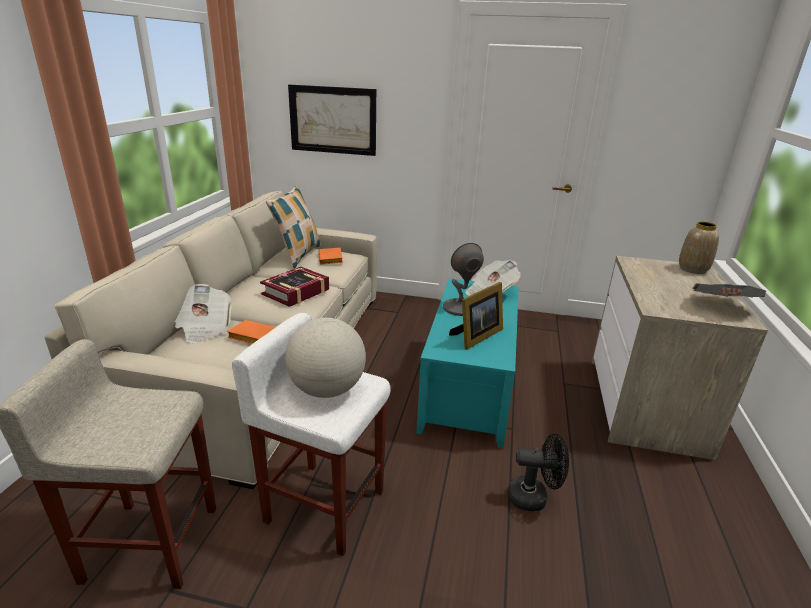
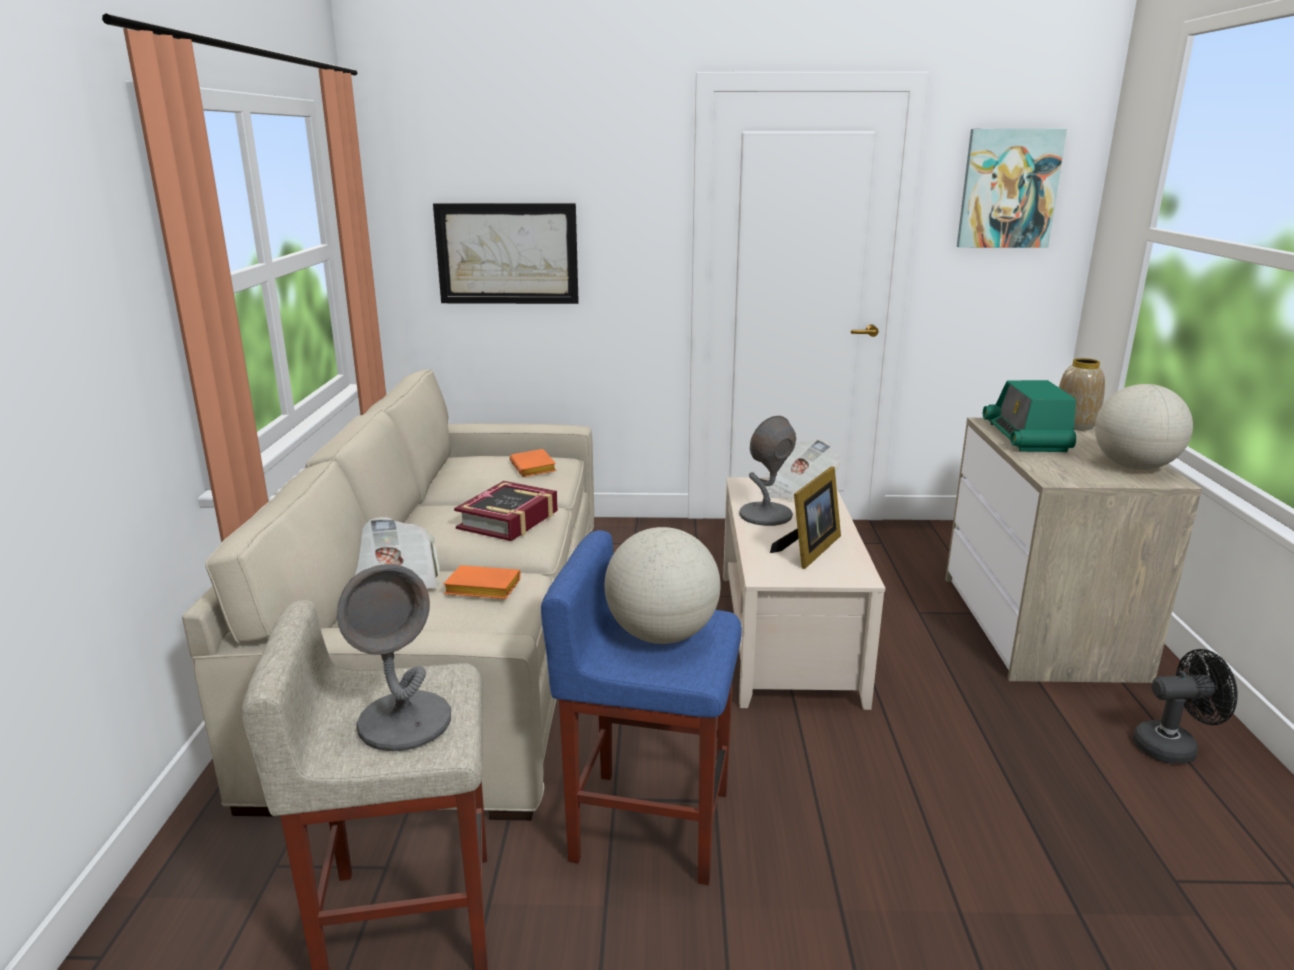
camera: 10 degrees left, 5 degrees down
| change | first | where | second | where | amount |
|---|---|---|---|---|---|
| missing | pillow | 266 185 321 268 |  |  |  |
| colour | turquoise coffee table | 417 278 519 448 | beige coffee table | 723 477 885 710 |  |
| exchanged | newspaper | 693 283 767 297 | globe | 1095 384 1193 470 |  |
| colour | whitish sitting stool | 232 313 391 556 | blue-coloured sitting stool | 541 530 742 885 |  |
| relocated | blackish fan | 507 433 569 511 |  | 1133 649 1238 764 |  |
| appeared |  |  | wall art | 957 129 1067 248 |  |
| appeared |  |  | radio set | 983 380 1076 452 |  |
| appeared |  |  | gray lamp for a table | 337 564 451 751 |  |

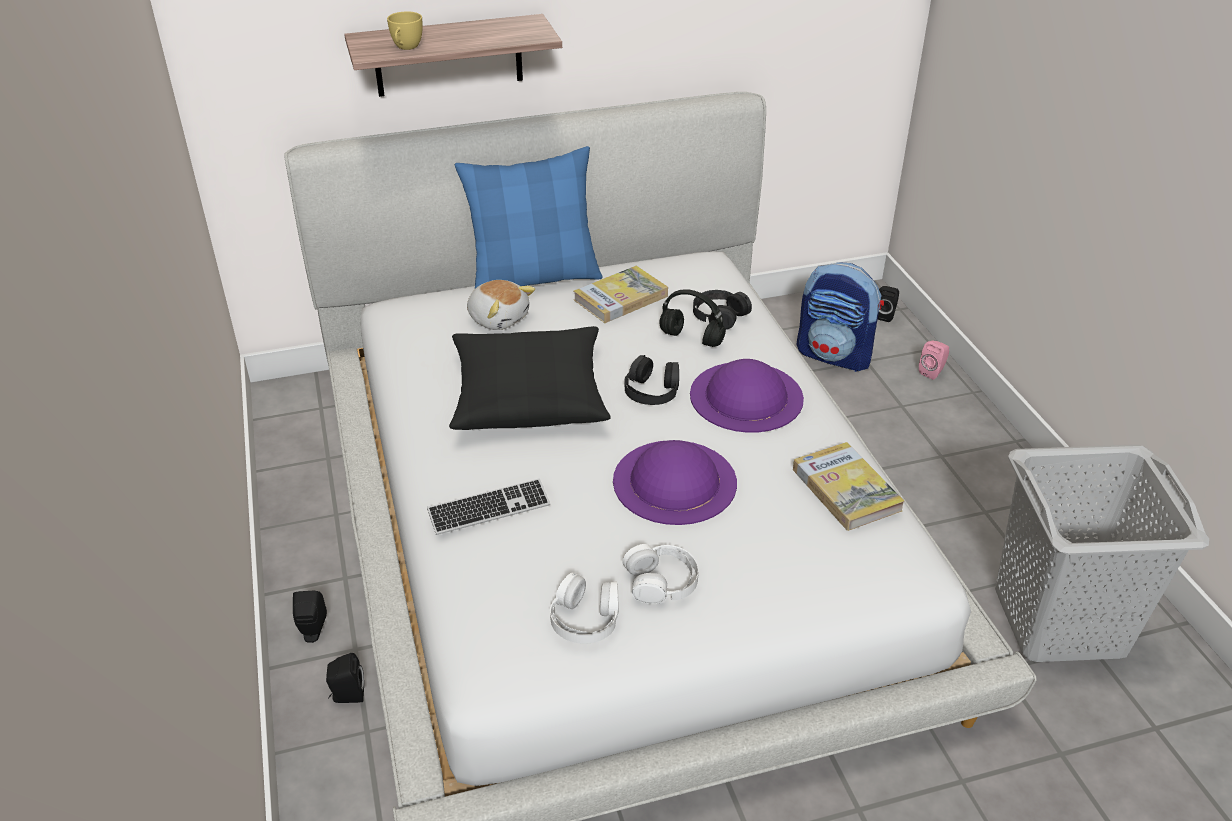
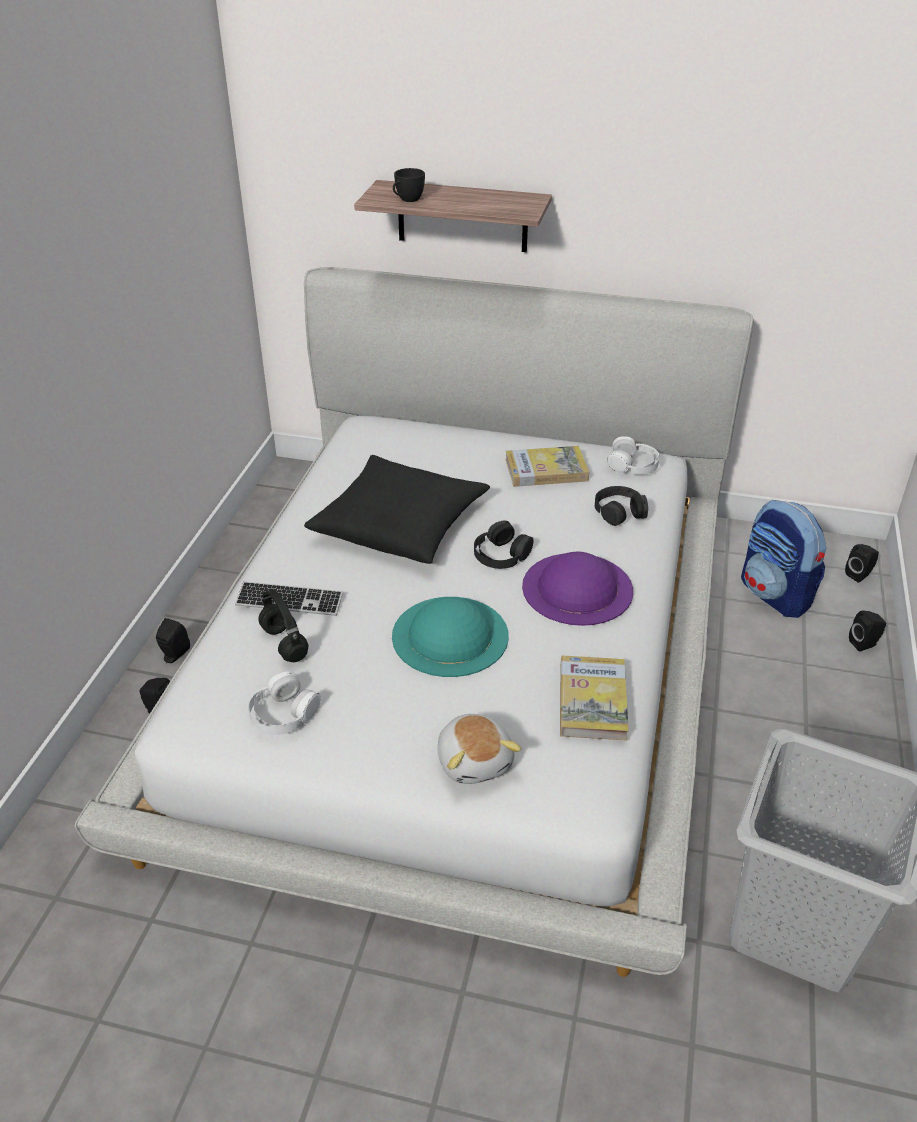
camera: 30 degrees right, 0 degrees up
| change | first | where | second | where | amount |
|---|---|---|---|---|---|
| colour | yellowish cup | 387 11 423 50 | blackish cup | 393 168 425 202 |  |
| missing | blue-coloured pillow | 455 146 603 289 |  |  |  |
| relocated | soft toy | 467 280 535 330 |  | 438 714 522 784 |  |
| relocated | blackish pair of headphones | 659 289 726 347 |  | 259 589 308 662 |  |
| colour | pink-coloured speaker | 919 341 949 380 | blackish speaker | 849 610 886 651 |  |
| colour | purplish wearable hat | 613 440 737 525 | turquoise wearable hat | 392 597 509 677 |  |
| relocated | whitish pair of headphones | 622 544 699 604 |  | 607 436 660 475 |  |

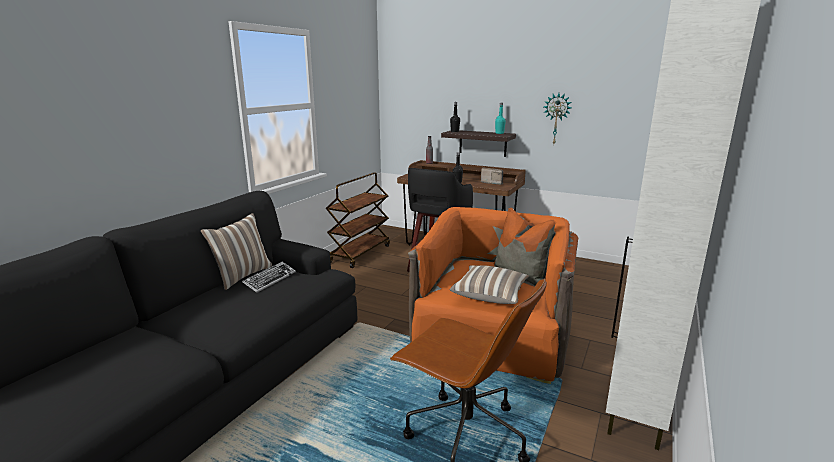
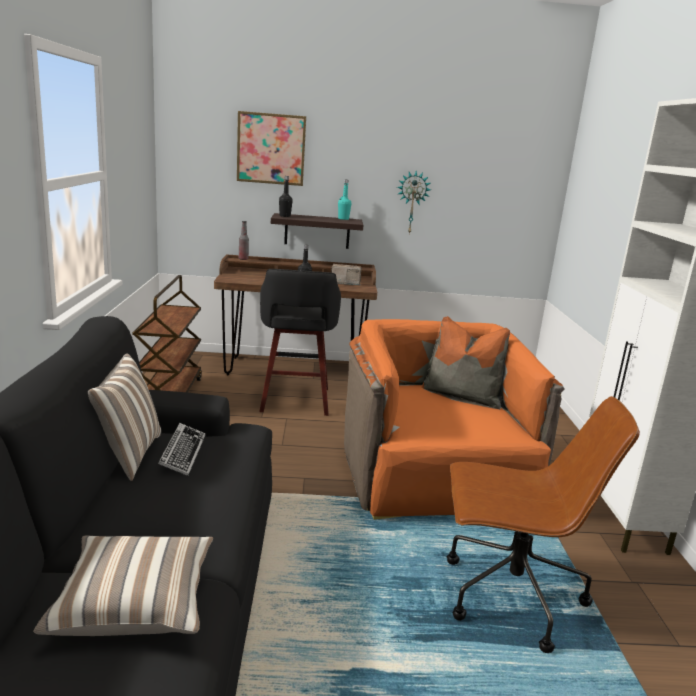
camera: 30 degrees left, 0 degrees up
| change | first | where | second | where | amount |
|---|---|---|---|---|---|
| relocated | pillow | 450 265 529 304 |  | 33 535 213 636 |  |
| appeared |  |  | wall art | 237 111 306 186 |  |

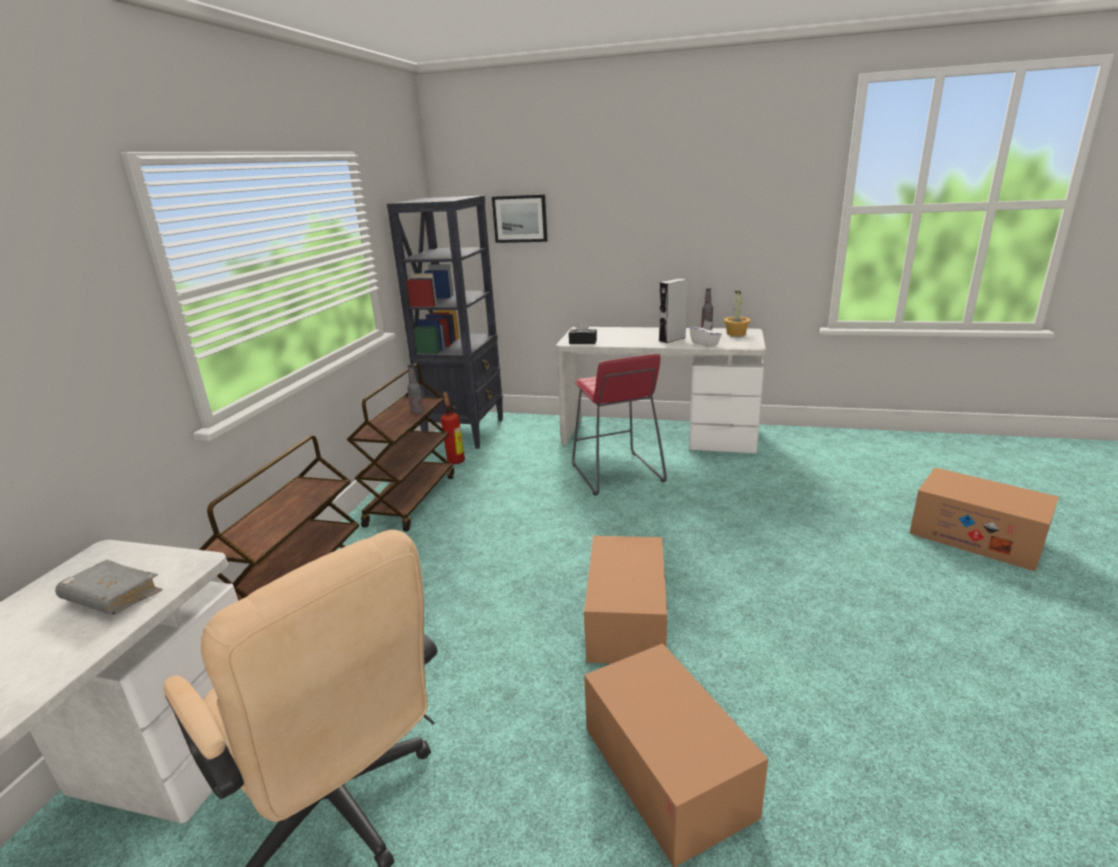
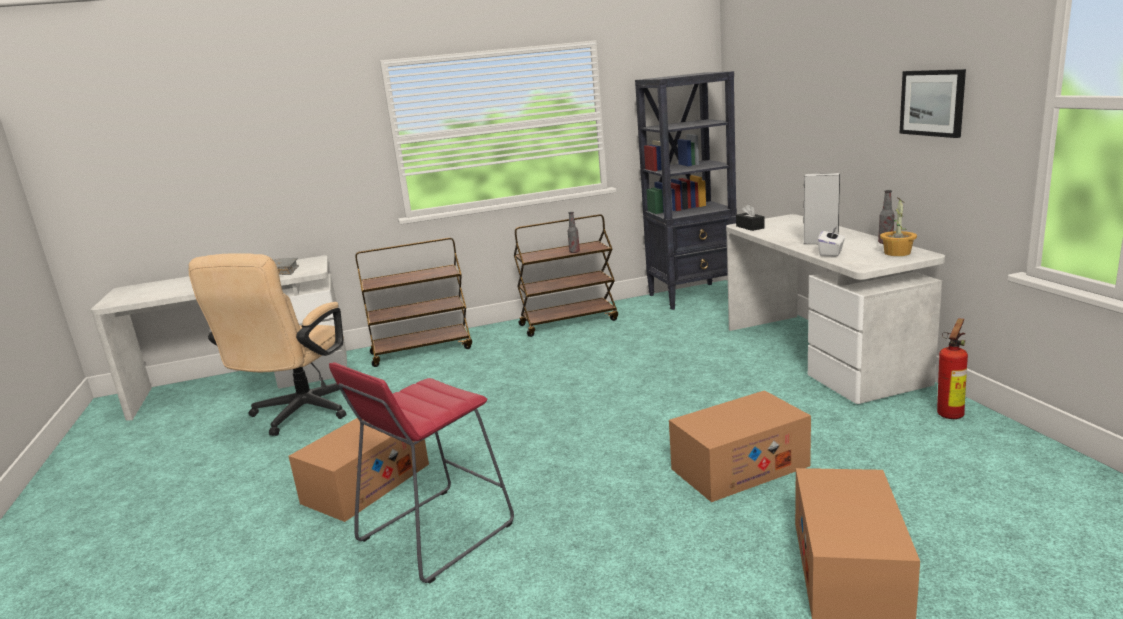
camera: 60 degrees right, 5 degrees down
| change | first | where | second | where | amount |
|---|---|---|---|---|---|
| relocated | wall art | 492 194 548 243 |  | 899 69 966 138 |  |
| relocated | red sitting stool | 572 354 667 496 |  | 329 362 514 583 |  |
| relocated | fire-fighting cylinder | 440 392 465 464 |  | 937 318 968 419 |  |
| relocated | packing box | 584 536 667 664 |  | 669 390 811 502 |  |

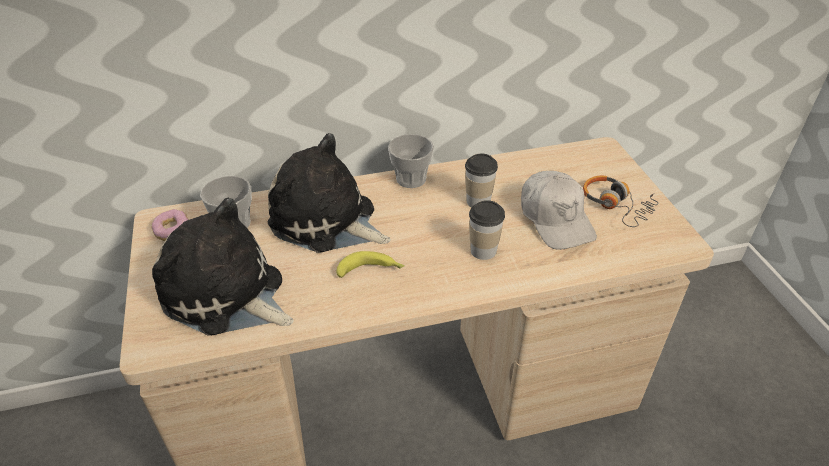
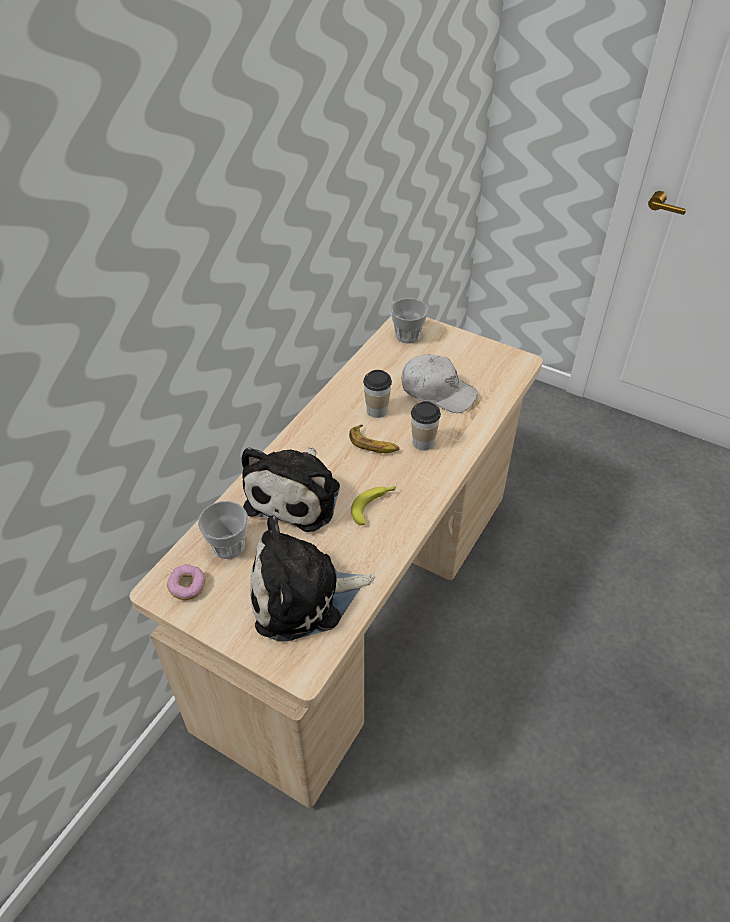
camera: 45 degrees left, 5 degrees up
| change | first | where | second | where | amount |
|---|---|---|---|---|---|
| spun | soft toy | 268 133 391 253 |  | 241 447 340 532 | 60 degrees counterclockwise |
| relocated | cup | 388 134 434 188 |  | 390 298 428 344 |  |
| missing | pair of headphones | 583 176 659 227 |  |  |  |
| appeared |  |  | banana fruit | 349 425 400 453 |  |

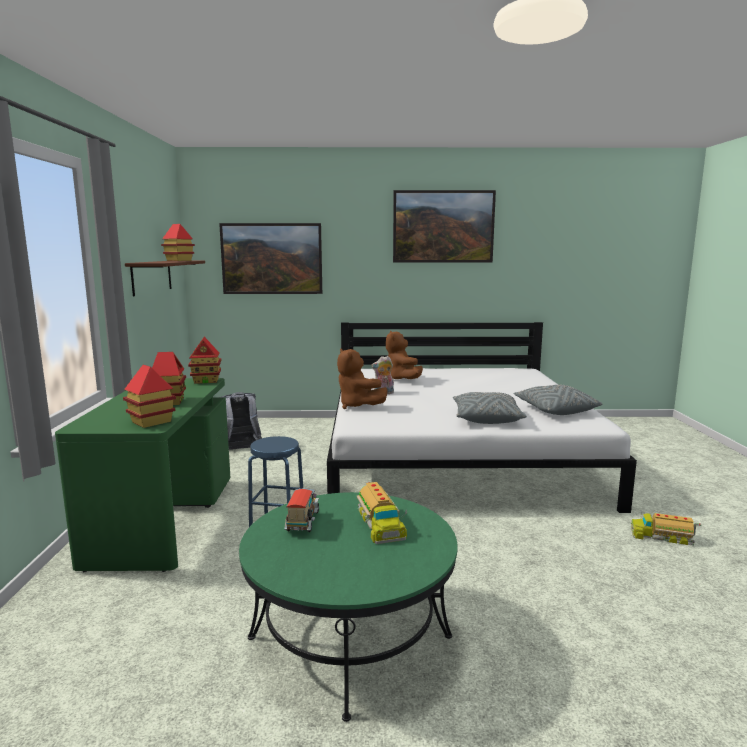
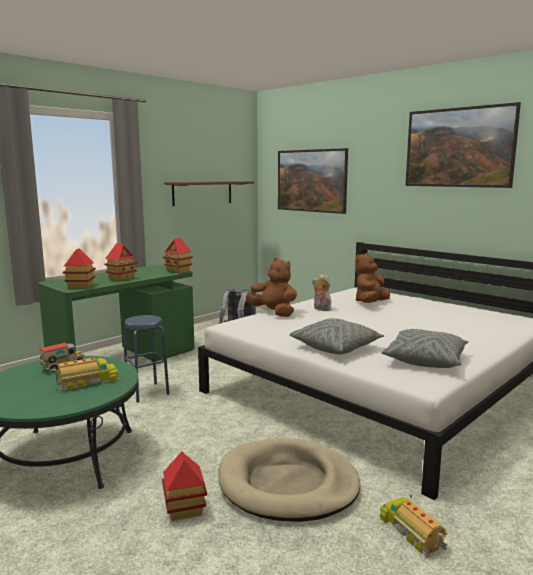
camera: 45 degrees right, 0 degrees up
| change | first | where | second | where | amount |
|---|---|---|---|---|---|
| relocated | toy house | 161 224 195 261 |  | 162 451 207 521 |  |
| spun | brown-coloured soft toy | 337 348 387 409 |  | 246 258 297 317 | 120 degrees clockwise |
| spun | toy lorry | 357 482 407 544 |  | 51 357 119 391 | 150 degrees counterclockwise |
| appeared |  |  | beige dog cushion | 218 438 360 522 |  |

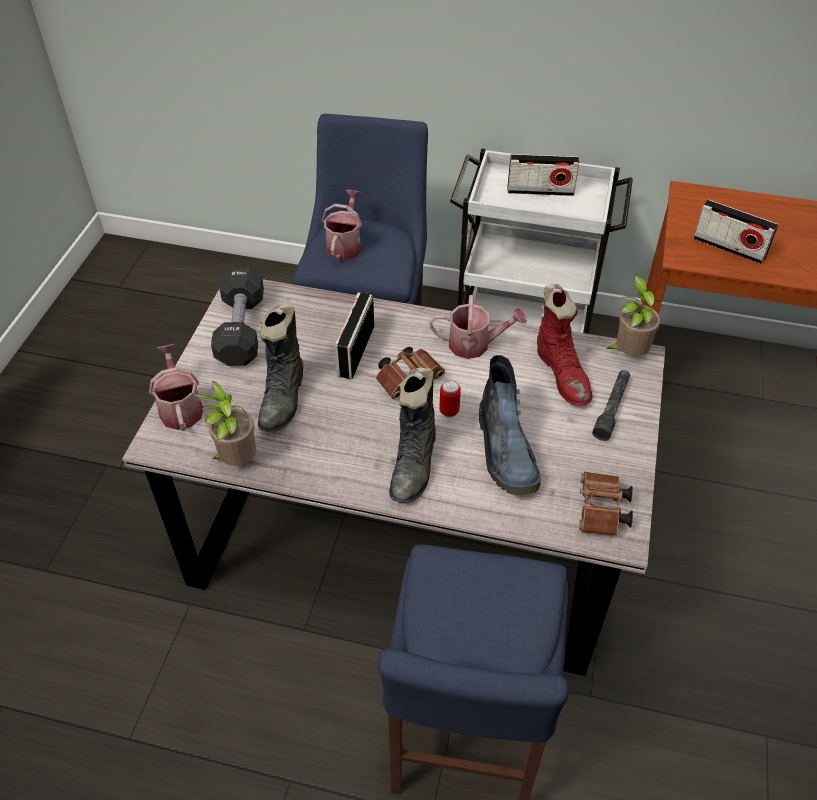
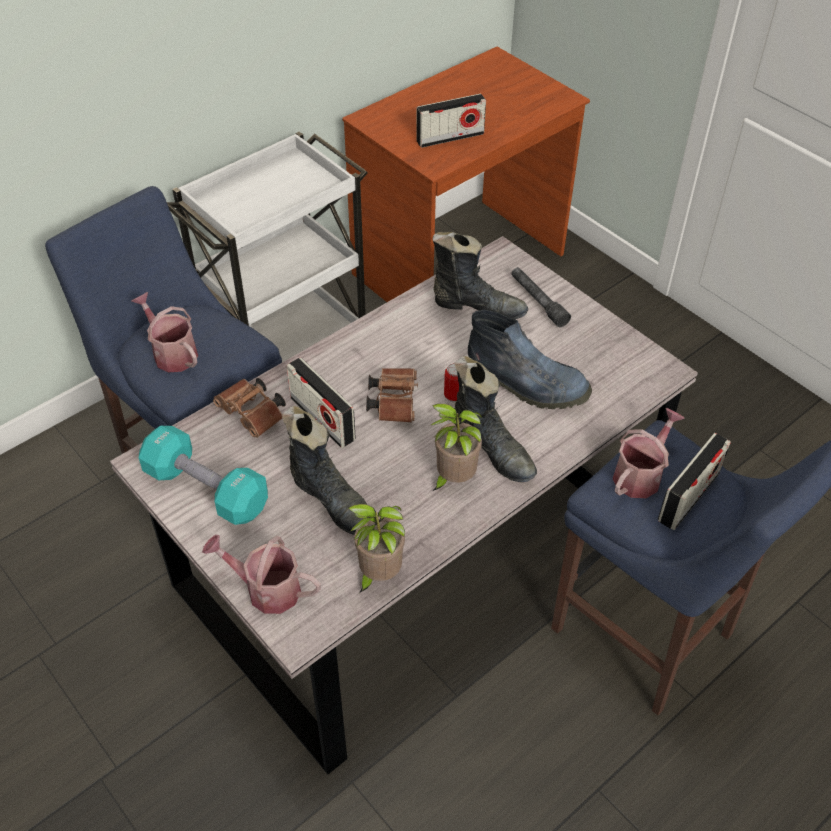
camera: 55 degrees left, 0 degrees up
| change | first | where | second | where | amount |
|---|---|---|---|---|---|
| relocated | radio set | 508 154 579 196 |  | 658 433 731 530 |  |
| colour | blackish dumbbell | 211 267 264 366 | turquoise dumbbell | 139 426 268 525 |  |
| relocated | plant in a pot | 606 275 663 356 |  | 431 404 482 491 |  |
| colour | red boot | 537 284 593 406 | blackish boot | 432 232 528 319 |  |
| relocated | sprinkling can | 429 295 527 359 |  | 613 408 685 498 |  |
| relocated | brown-coloured field glasses | 579 471 633 536 |  | 213 378 286 438 |  |

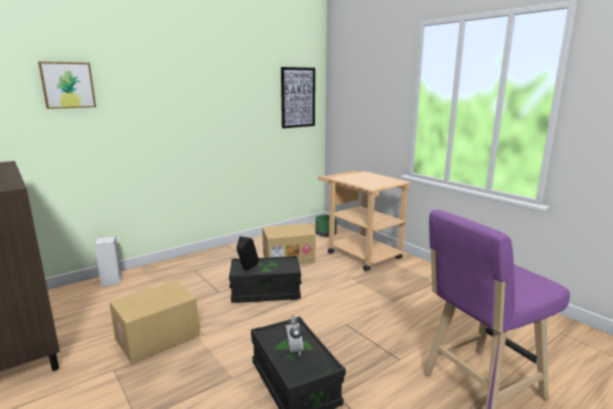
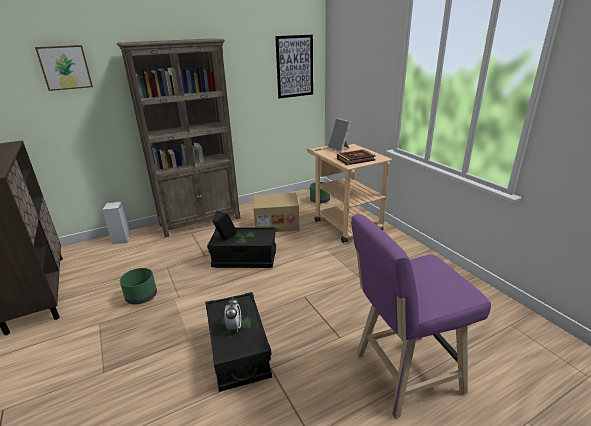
camera: 10 degrees right, 10 degrees up
| change | first | where | second | where | amount |
|---|---|---|---|---|---|
| exchanged | packing box | 109 281 200 364 | greenish planter | 120 268 157 305 |  |
| appeared |  |  | brown-coloured bookshelf | 117 38 240 237 |  |
| appeared |  |  | standing frame | 327 118 351 153 |  |
| appeared |  |  | book | 337 149 376 165 |  |

